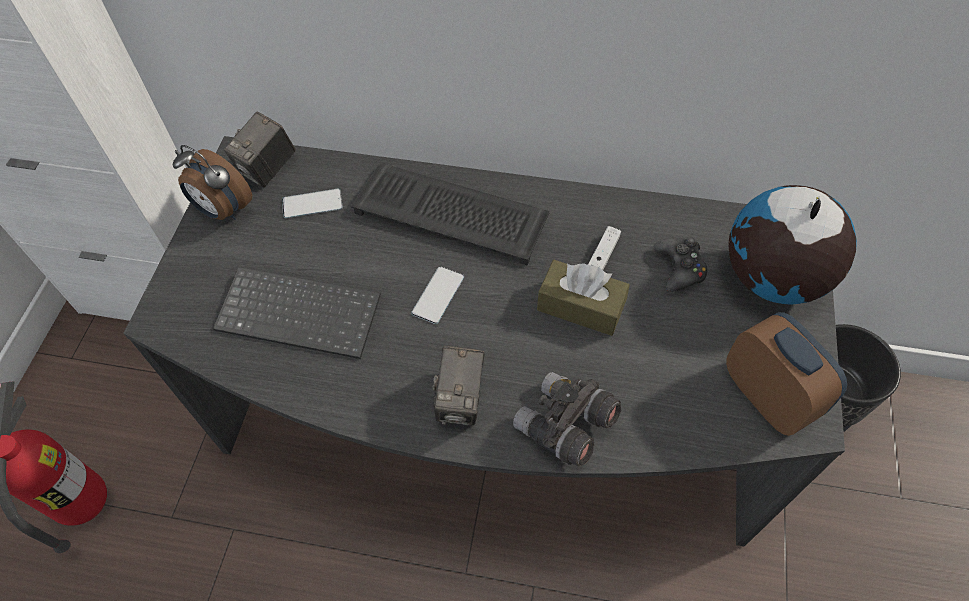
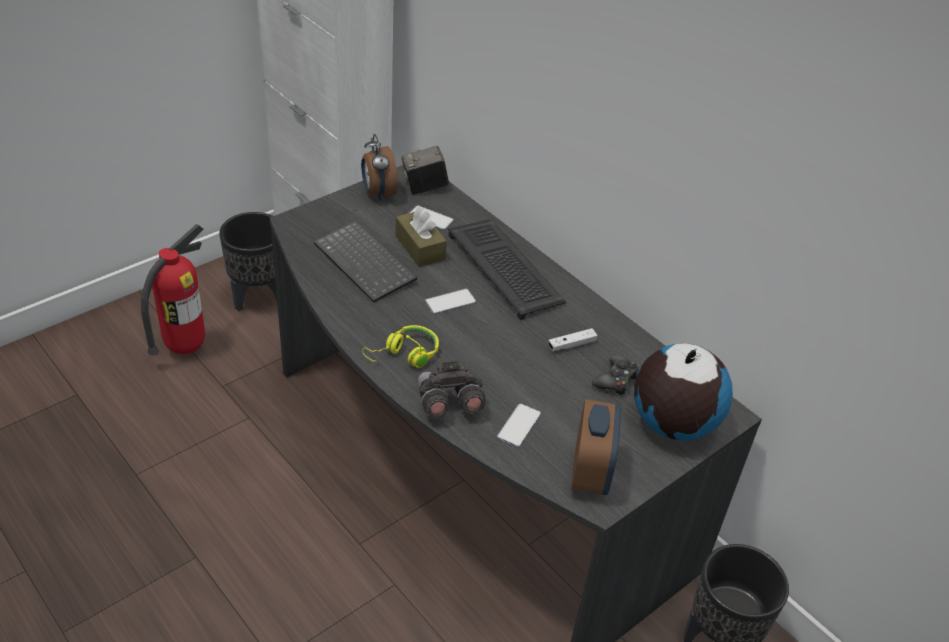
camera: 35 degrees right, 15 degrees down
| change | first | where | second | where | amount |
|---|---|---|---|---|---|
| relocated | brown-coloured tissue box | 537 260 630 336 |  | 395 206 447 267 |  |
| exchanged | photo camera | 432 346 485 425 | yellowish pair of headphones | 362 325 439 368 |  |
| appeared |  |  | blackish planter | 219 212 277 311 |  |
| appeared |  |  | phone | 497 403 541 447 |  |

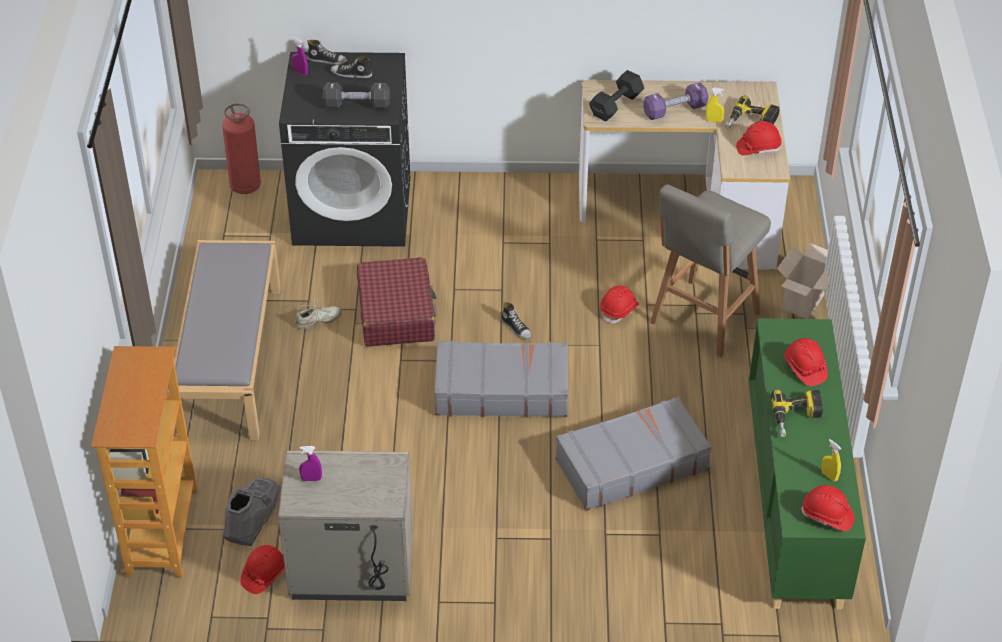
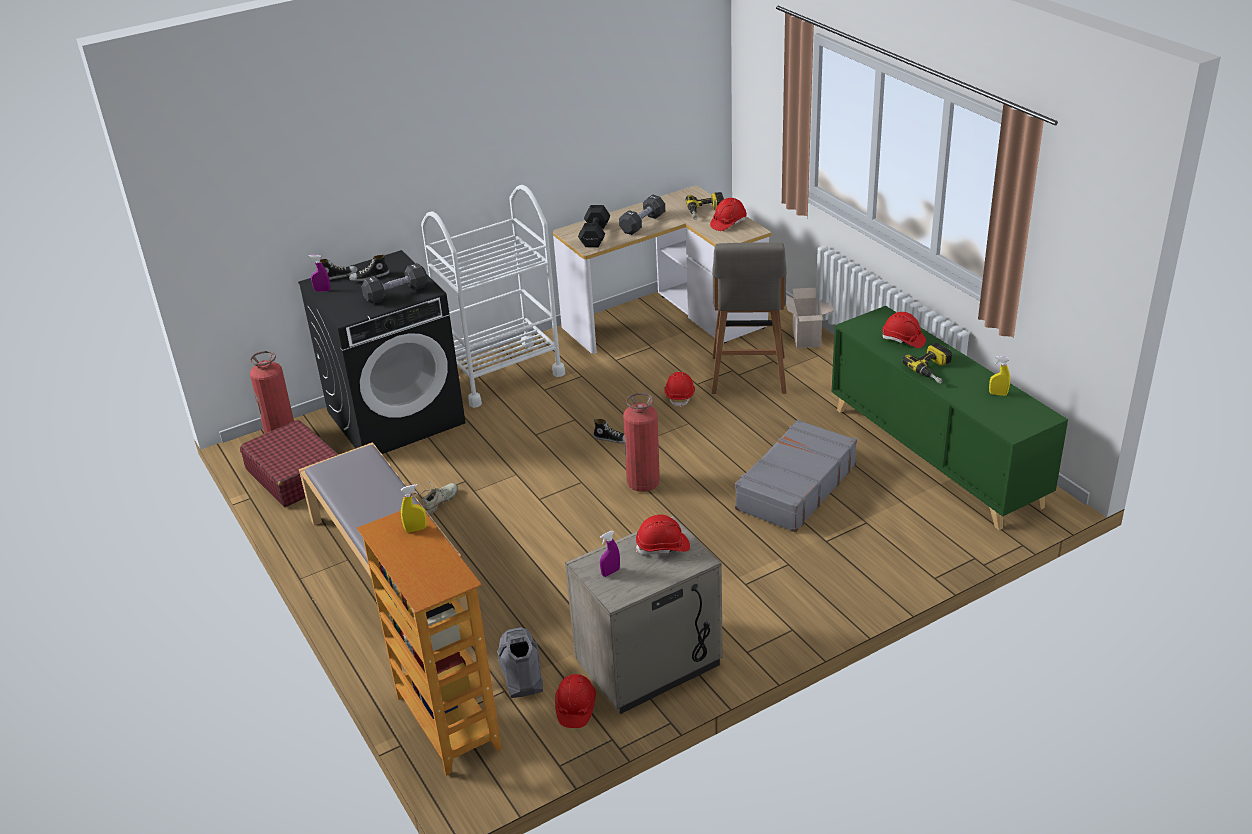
camera: 30 degrees left, 10 degrees down
| change | first | where | second | where | amount |
|---|---|---|---|---|---|
| colour | purplish dumbbell | 643 82 708 120 | blackish dumbbell | 619 195 665 235 |  |
| relocated | yellowish hand sprayer | 706 88 724 123 |  | 401 484 427 532 |  |
| relocated | red suitcase | 357 257 436 347 |  | 240 420 339 507 |  |
| exchanged | gray suitcase | 434 341 568 418 | fire-fighting cylinder | 623 393 660 492 |  |
| relocated | red hard hat | 801 485 854 531 |  | 636 515 690 555 |  |
| appeared |  |  | whitish cart | 421 185 565 408 |  |

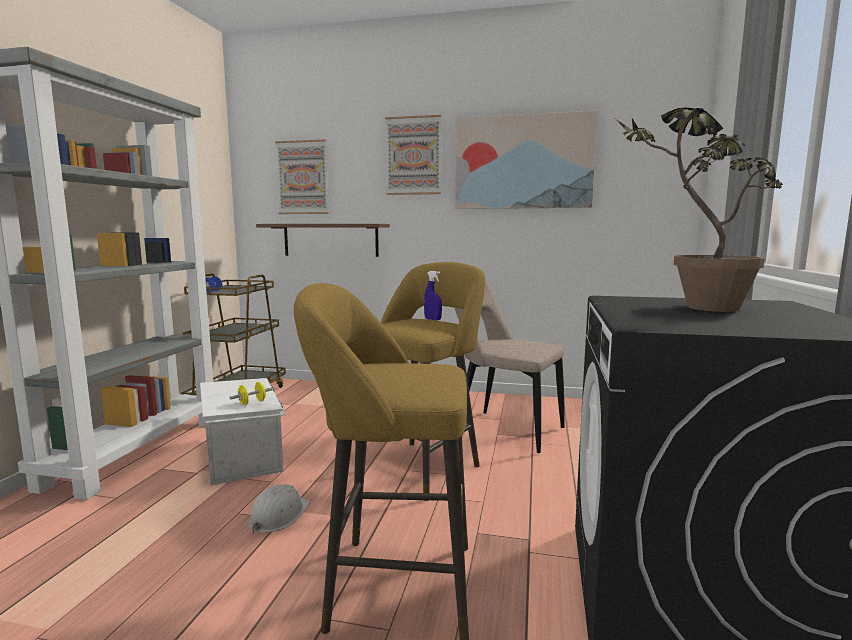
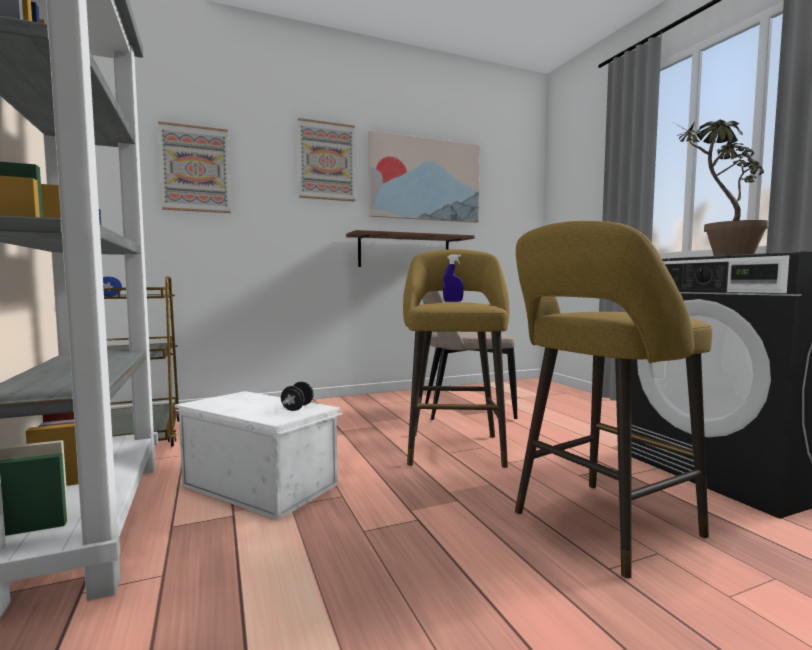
camera: 35 degrees left, 5 degrees down
| change | first | where | second | where | amount |
|---|---|---|---|---|---|
| relocated | brown-coloured wall shelf | 256 224 390 257 |  | 346 230 475 267 |  |
| colour | yellowish dumbbell | 229 382 273 405 | blackish dumbbell | 281 382 314 411 |  |
| missing | whitish hard hat | 248 484 310 533 |  |  |  |

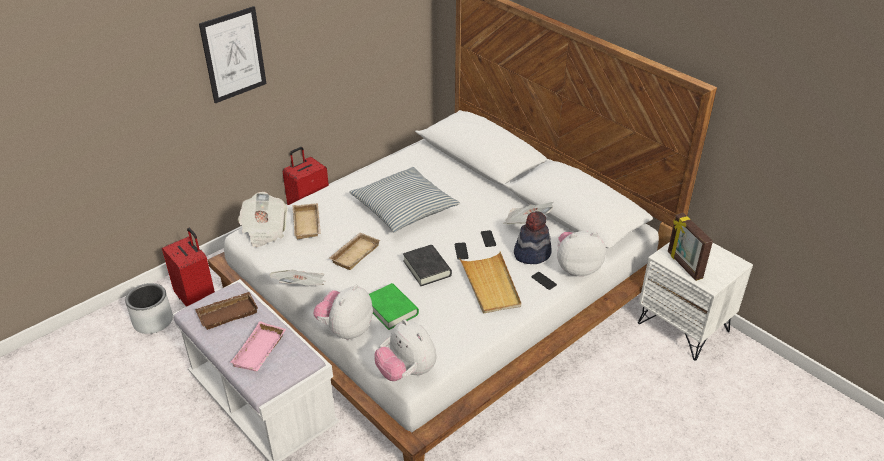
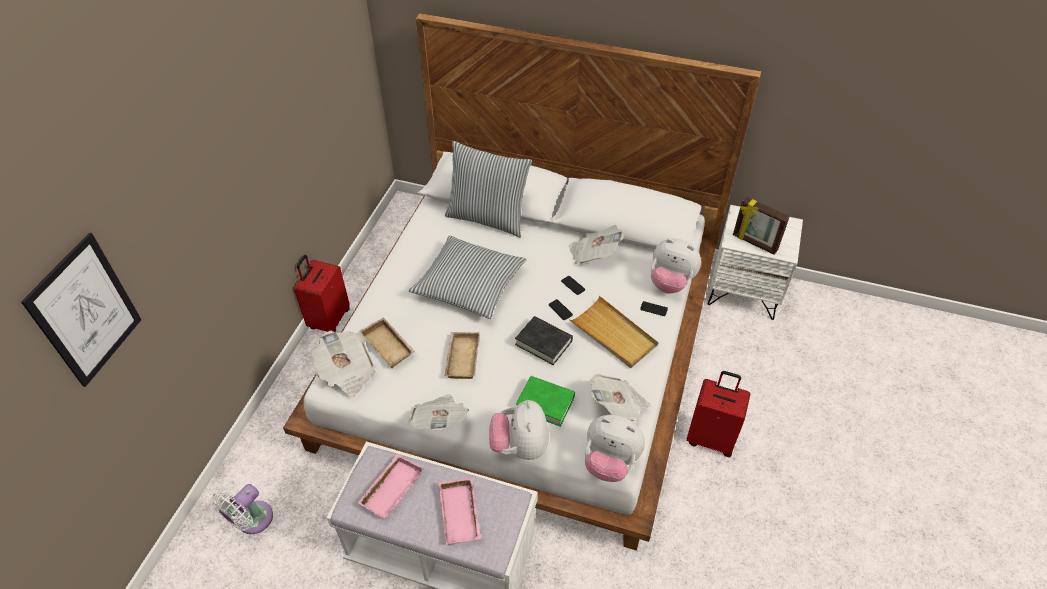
camera: 30 degrees left, 10 degrees up
| change | first | where | second | where | amount |
|---|---|---|---|---|---|
| relocated | wall art | 199 6 267 103 |  | 21 233 142 387 |  |
| missing | wearable hat | 514 211 552 264 |  |  |  |
| relocated | red suitcase | 162 228 215 307 |  | 687 371 750 457 |  |
| spun | soft toy | 557 231 606 276 |  | 651 239 701 293 | 120 degrees counterclockwise |
| exchanged | gray planter | 125 283 173 334 | whitish fan | 211 484 273 534 |  |
| colour | brown-coloured carrying tray | 195 292 258 330 | pink-coloured carrying tray | 358 454 424 519 |  |
| appeared |  |  | pillow | 445 141 532 237 |  |
| appeared |  |  | newspaper | 590 374 650 421 |  |

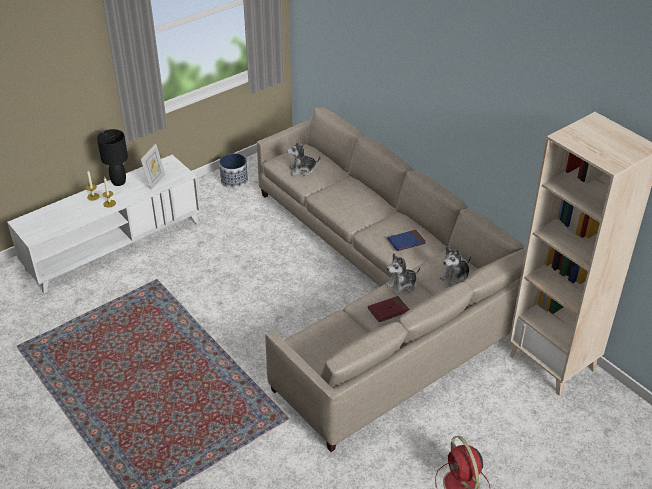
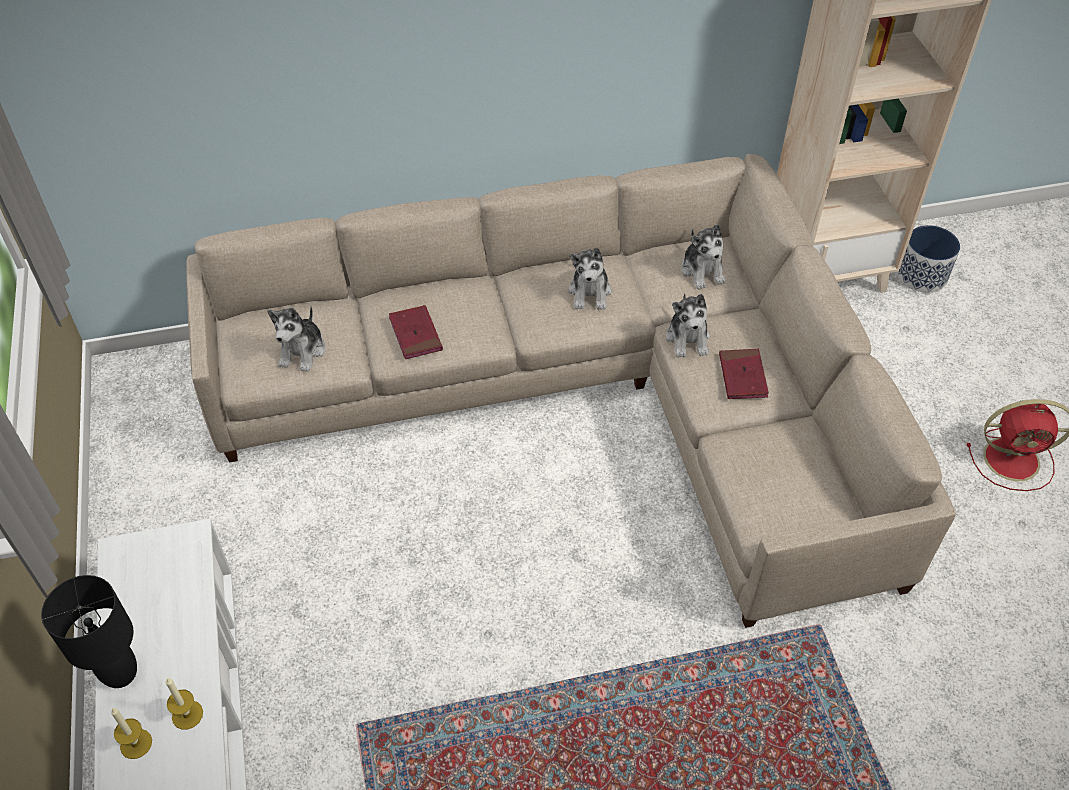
camera: 65 degrees left, 10 degrees up
| change | first | where | second | where | amount |
|---|---|---|---|---|---|
| missing | standing frame | 141 144 165 190 |  |  |  |
| relocated | planter | 219 153 248 189 |  | 897 225 960 292 |  |
| exchanged | blue-coloured book | 387 230 426 251 | soft toy | 569 247 612 310 |  |
| appeared |  |  | red book | 389 305 443 359 |  |

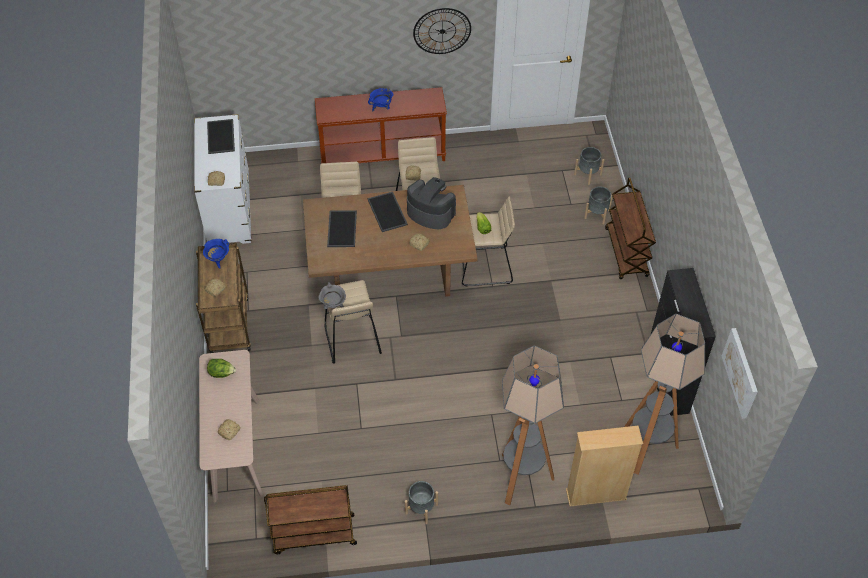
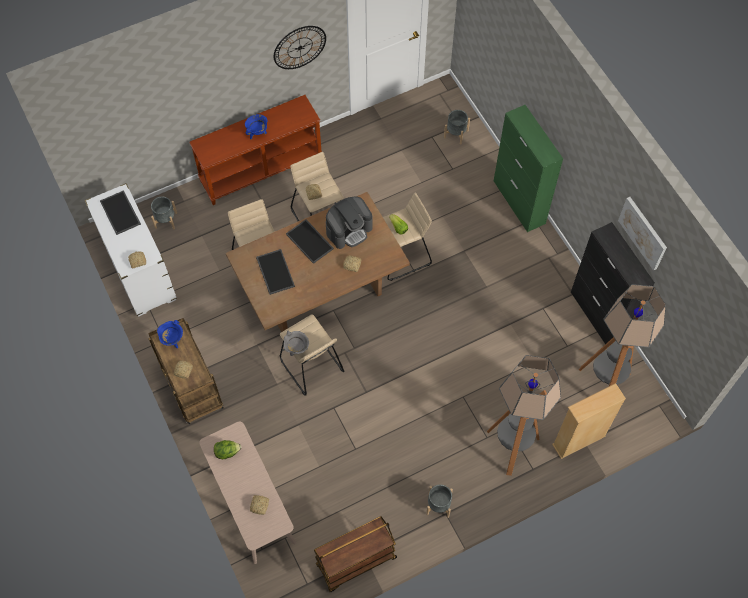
camera: 20 degrees left, 10 degrees up
| change | first | where | second | where | amount |
|---|---|---|---|---|---|
| spun | coffee maker | 407 177 456 229 |  | 326 197 373 249 | 135 degrees clockwise |
| exchanged | brown-coloured cart | 605 178 656 279 | greenish cupboard | 494 105 563 232 |  |
| relocated | gray planter | 584 186 613 224 |  | 151 197 177 229 |  |
| relocated | wall art | 722 328 758 419 |  | 618 197 667 271 |  |

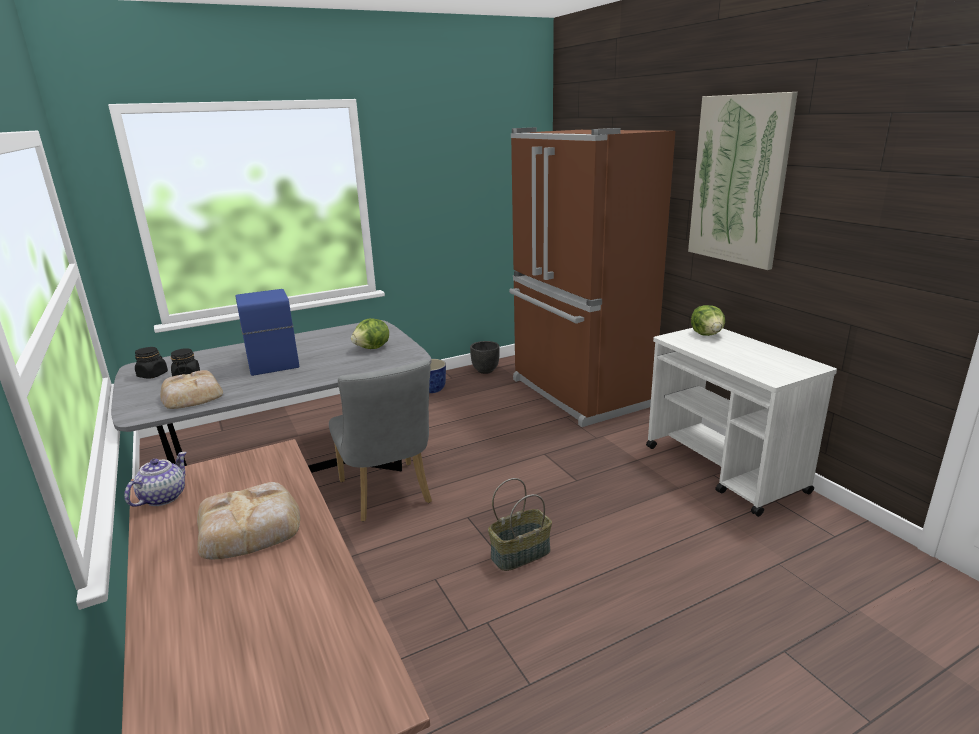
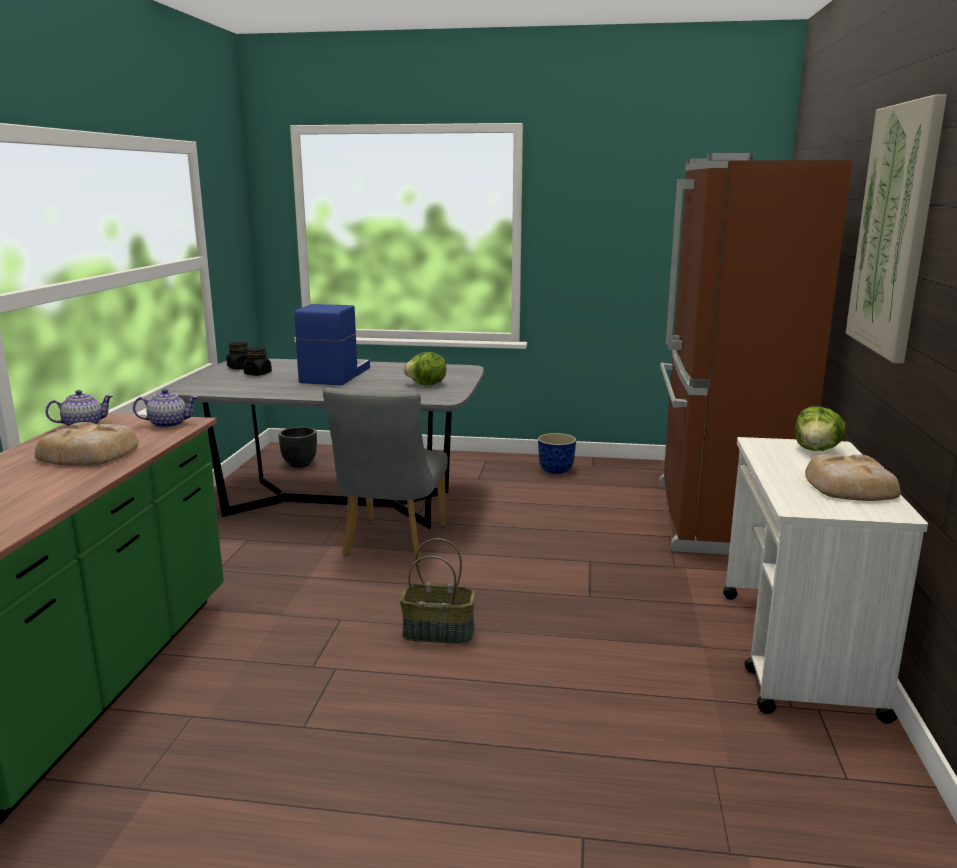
camera: 35 degrees right, 5 degrees down
| change | first | where | second | where | amount |
|---|---|---|---|---|---|
| relocated | blackish planter | 470 341 500 374 |  | 279 427 317 468 |  |
| relocated | bread | 160 370 223 409 |  | 805 454 901 501 |  |
| appeared |  |  | tea pot | 133 389 198 428 |  |

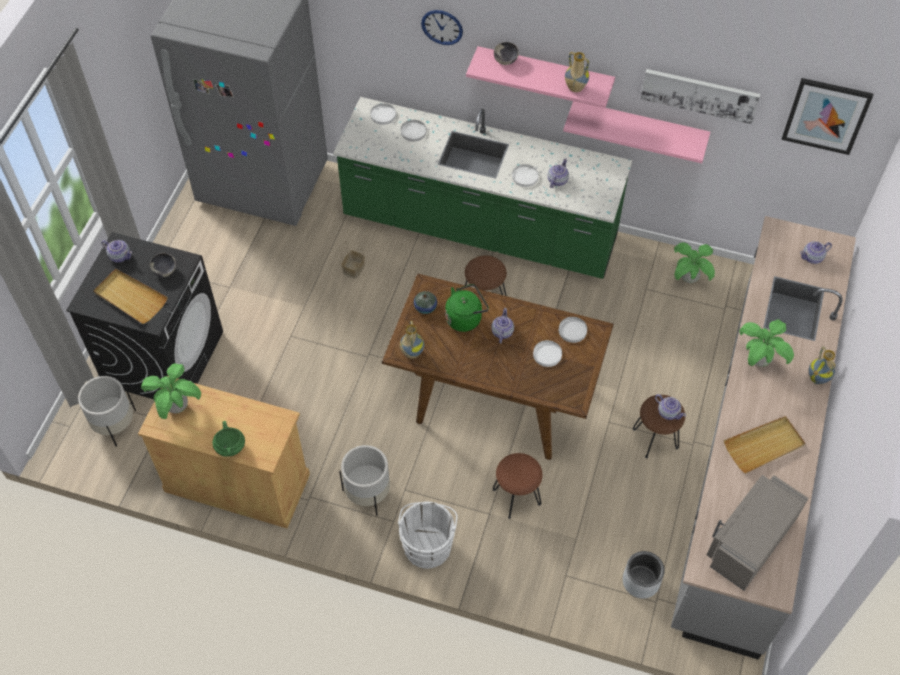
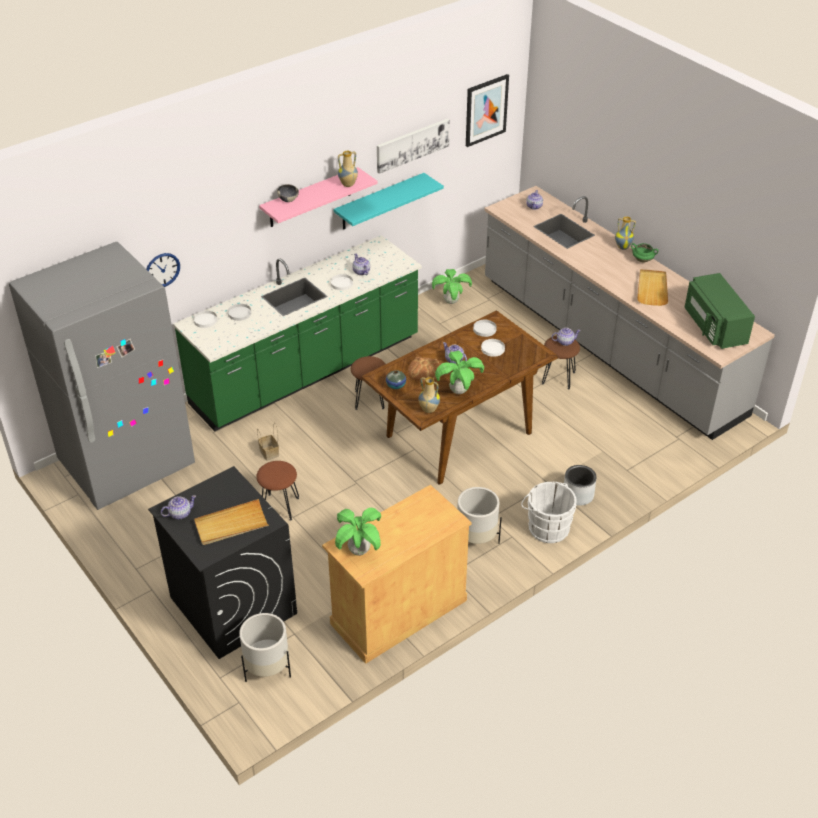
camera: 55 degrees left, 15 degrees down
| change | first | where | second | where | amount |
|---|---|---|---|---|---|
| relocated | wall clock | 421 10 463 45 |  | 147 253 180 287 |  |
| colour | pink-coloured wall shelf | 563 101 710 163 | turquoise wall shelf | 334 173 444 230 |  |
| missing | bowl | 150 253 176 277 |  |  |  |
| exchanged | greenish water kettle | 445 284 489 332 | bread | 408 357 441 382 |  |
| relocated | plant in a pot | 739 319 794 367 |  | 435 351 484 394 |  |
| relocated | greenish saucepot | 212 421 245 457 |  | 631 243 659 263 |  |
| relocated | brown-coloured sitting stool | 493 453 542 519 |  | 256 461 299 521 |  |
| colour | gray microwave oven | 707 475 808 591 | greenish microwave oven | 684 273 755 349 |  |
| relocated | gray planter | 623 551 665 599 |  | 564 465 597 506 |  |

